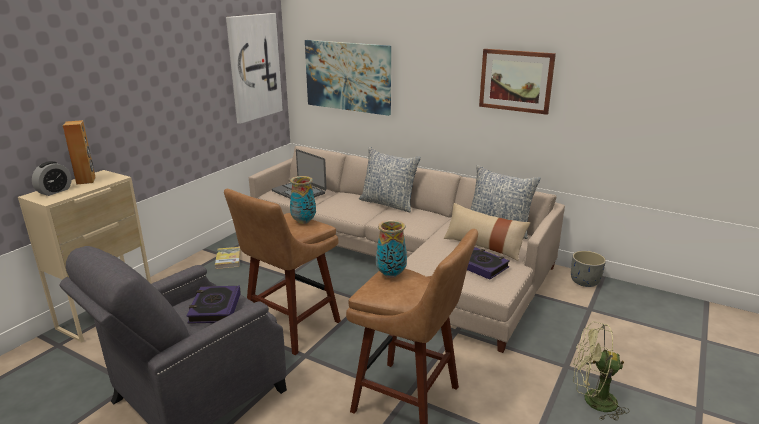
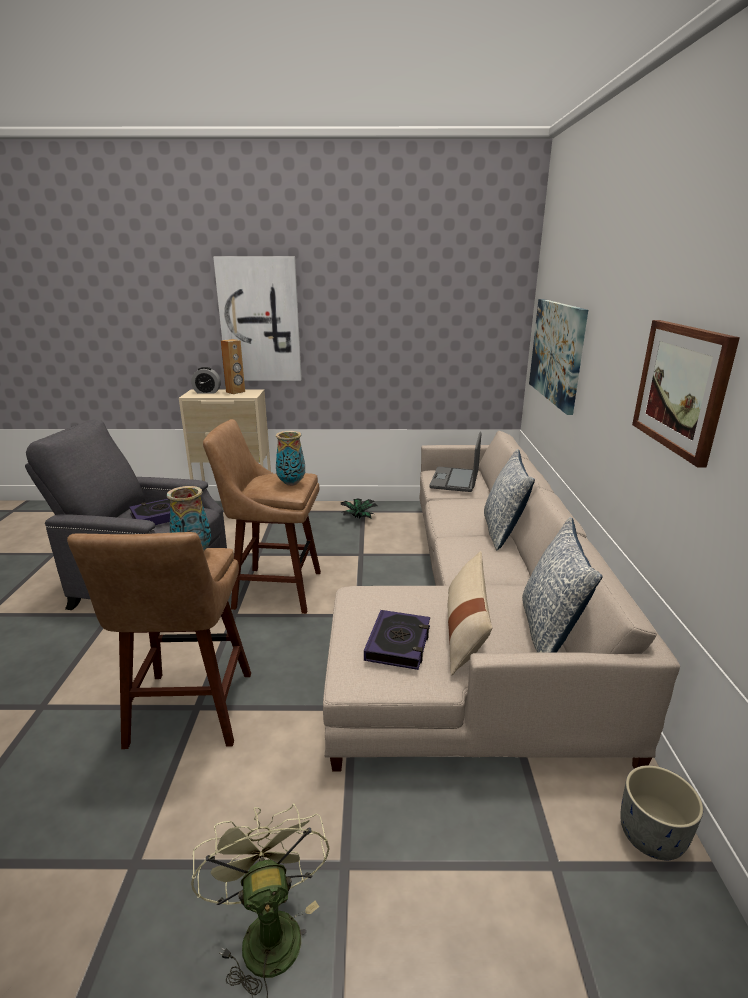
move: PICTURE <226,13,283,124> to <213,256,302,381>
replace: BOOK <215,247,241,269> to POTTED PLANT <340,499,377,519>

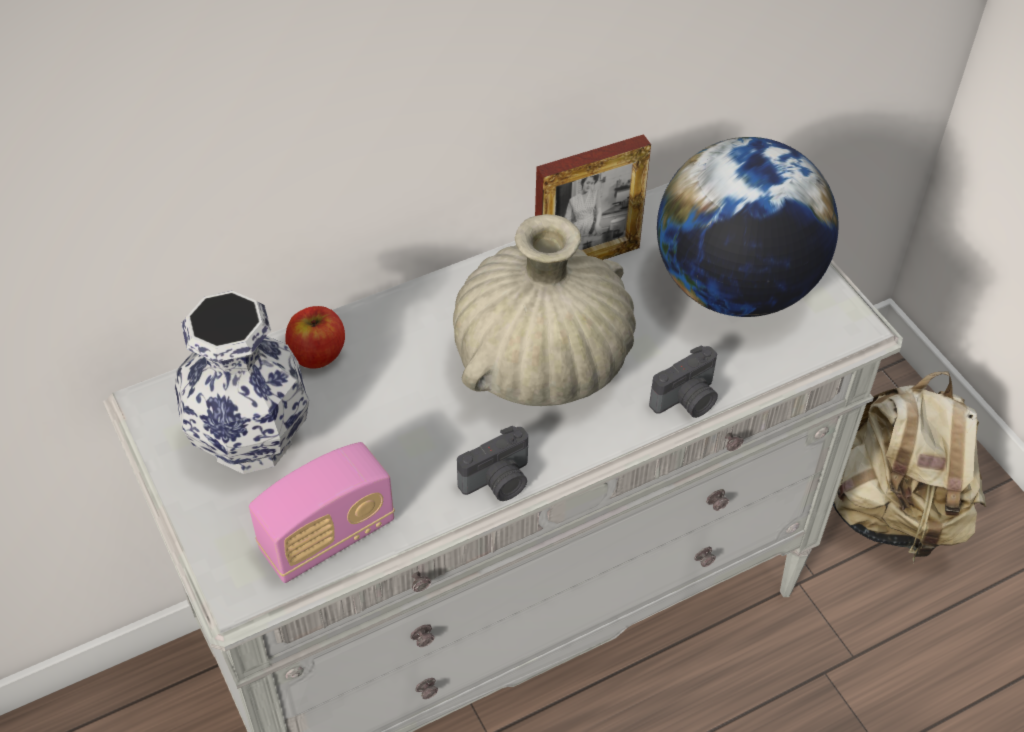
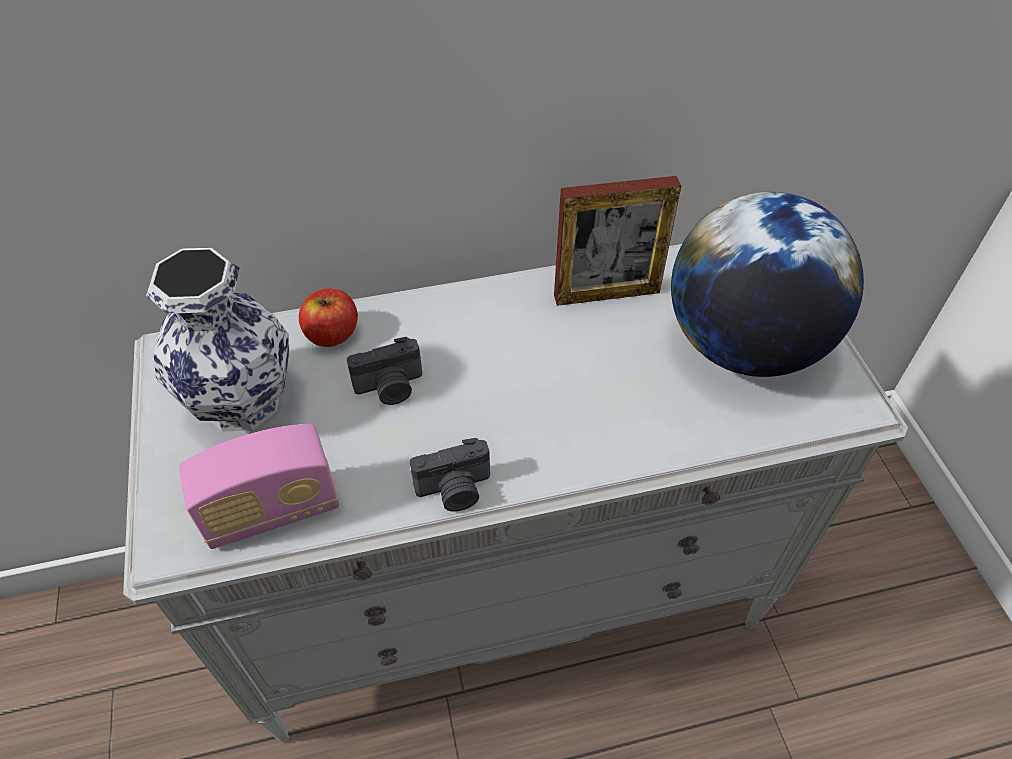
delete: BEIGE VASE <453,214,636,406>; BEIGE BACKPACK <833,371,986,564>
move: PHOTO CAMERA <649,345,718,418> to <347,337,422,405>

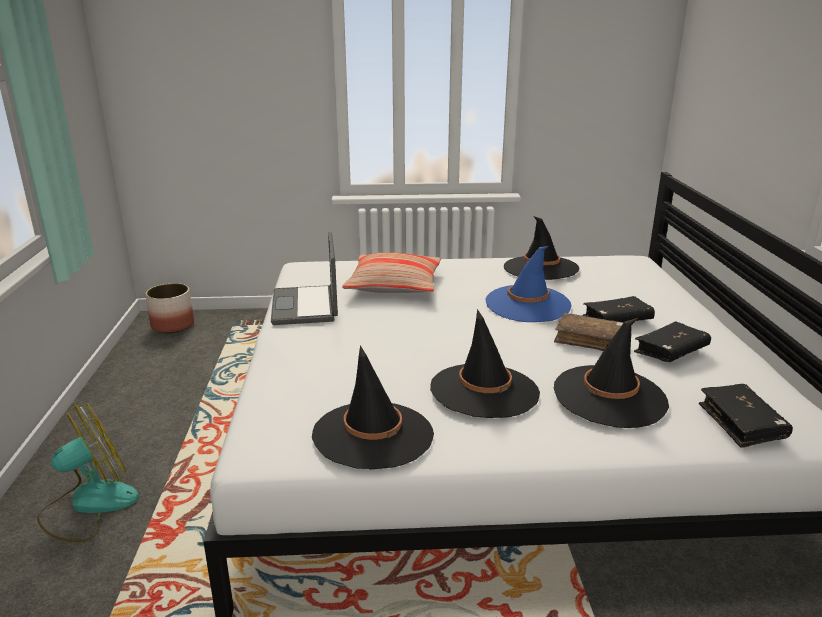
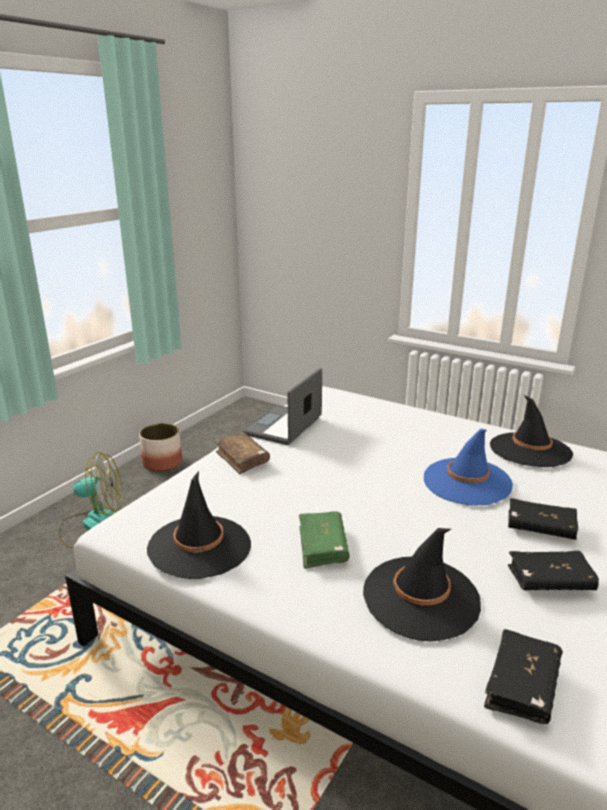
delete: PILLOW <342,252,441,293>
move: PLANTER <145,283,194,333> to <139,423,182,472>; BROWN BOOK <554,313,624,351> to <215,432,270,474>
replace: BLACK HAT <430,309,540,418> to GREEN BOOK <299,511,350,569>

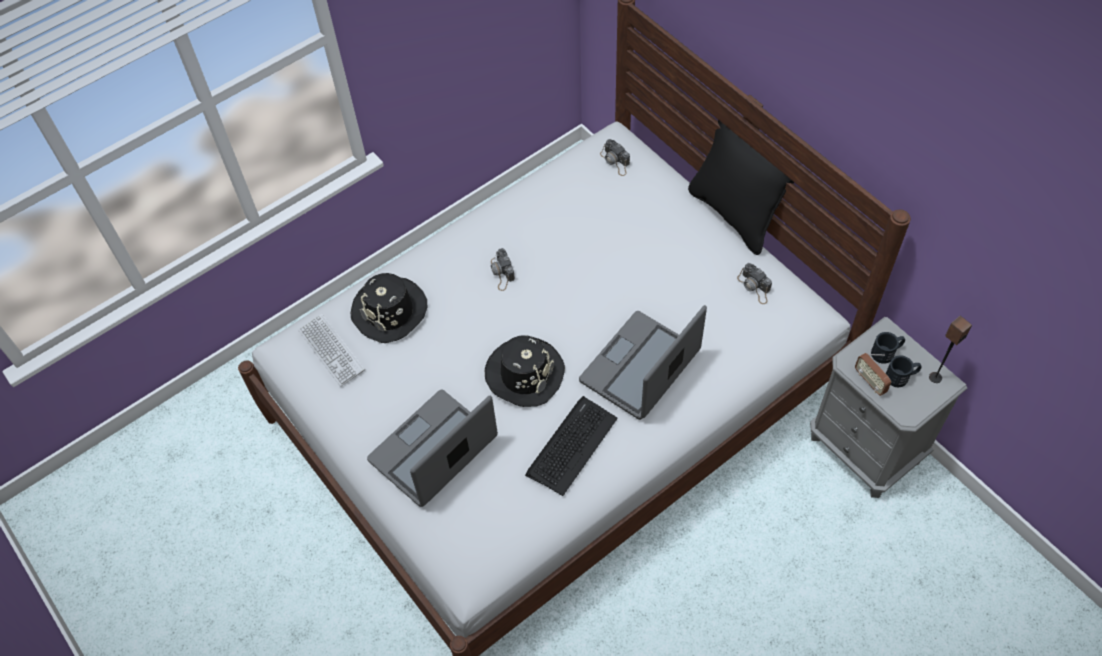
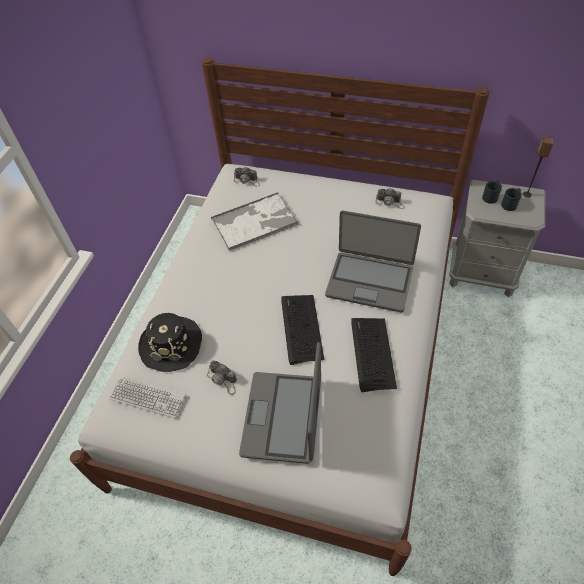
delete: BLACK PILLOW <688,120,794,255>; RADIO <855,353,891,396>
insert: TRAY <211,192,299,251>
move: PHOTO CAMERA <491,248,515,291> to <207,360,237,395>
replace: BLACK HAT <485,335,565,407> to KEYBOARD <281,295,324,365>
rotate: LAPTOP <579,305,707,420> = <325,210,421,312> 75 degrees counterclockwise

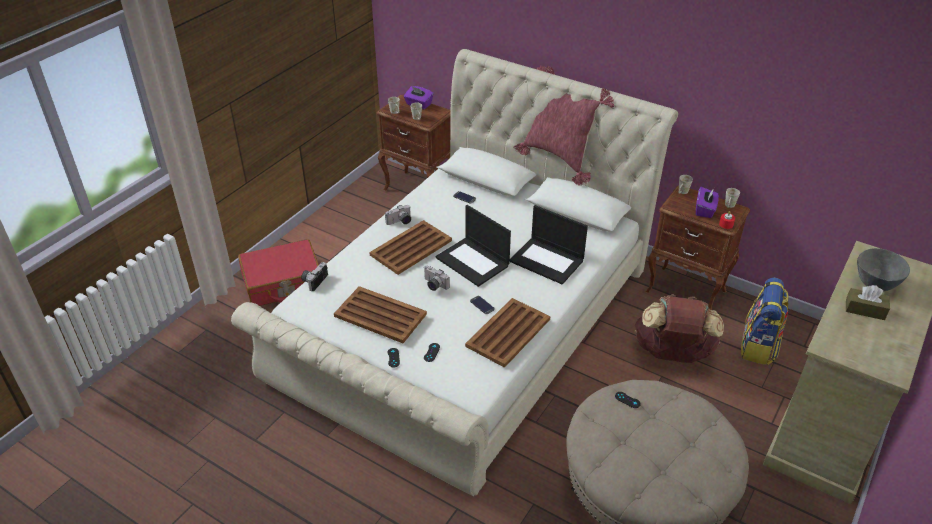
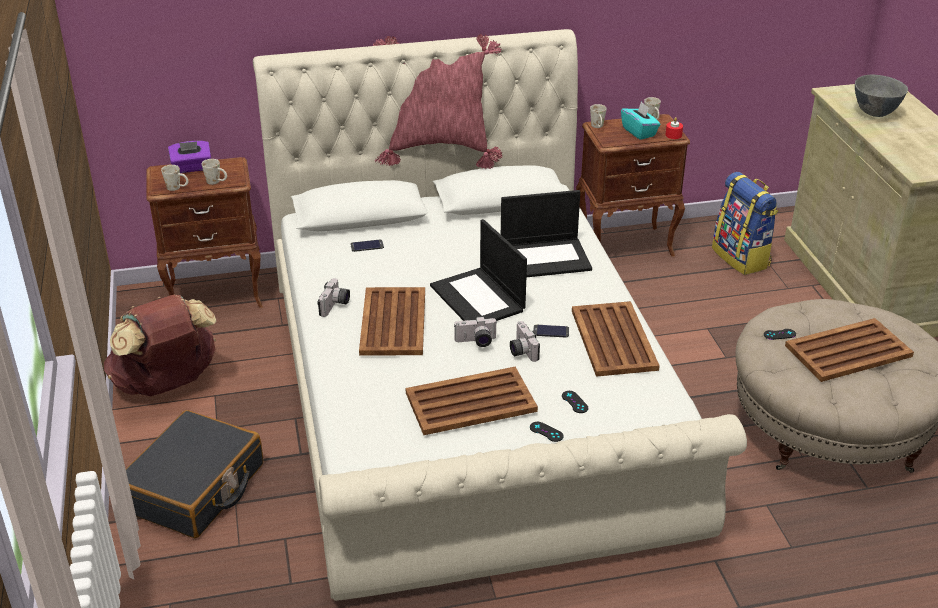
delete: BROWN TISSUE BOX <846,285,890,320>
insert: BROWN TRAY <785,318,914,382>
move: BROWN BACKPACK <634,294,724,363> to <104,295,217,396>; PHOTO CAMERA <301,262,328,291> to <510,321,540,362>
recolor: RED SUITCASE <238,239,319,306> to BLACK SUITCASE <126,410,263,538>; PURPLE TISSUE BOX <696,187,719,218> to TURQUOISE TISSUE BOX <621,102,660,140>
rotate: LAPTOP <436,205,511,287> = <430,219,527,321> 60 degrees clockwise

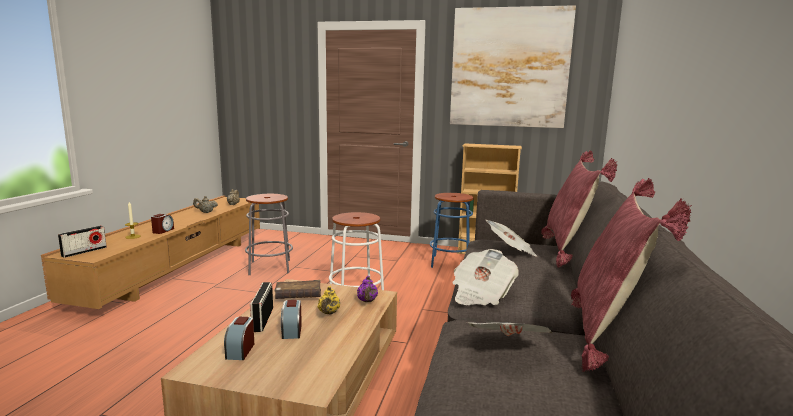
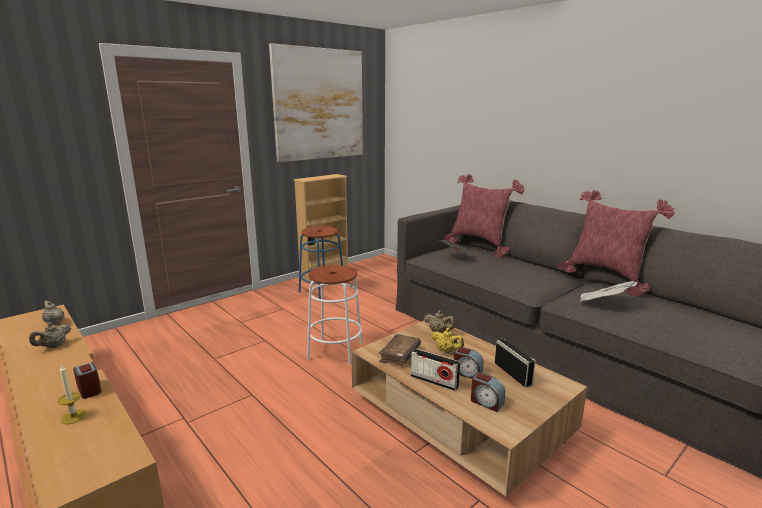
delete: GREY STOOL <245,194,293,275>; NEWSPAPER <452,249,519,305>
move: RADIO <58,226,107,258> to <495,339,536,387>
recolor: PURPLE TEAPOT <357,276,378,302> to BEIGE TEAPOT <424,310,455,333>

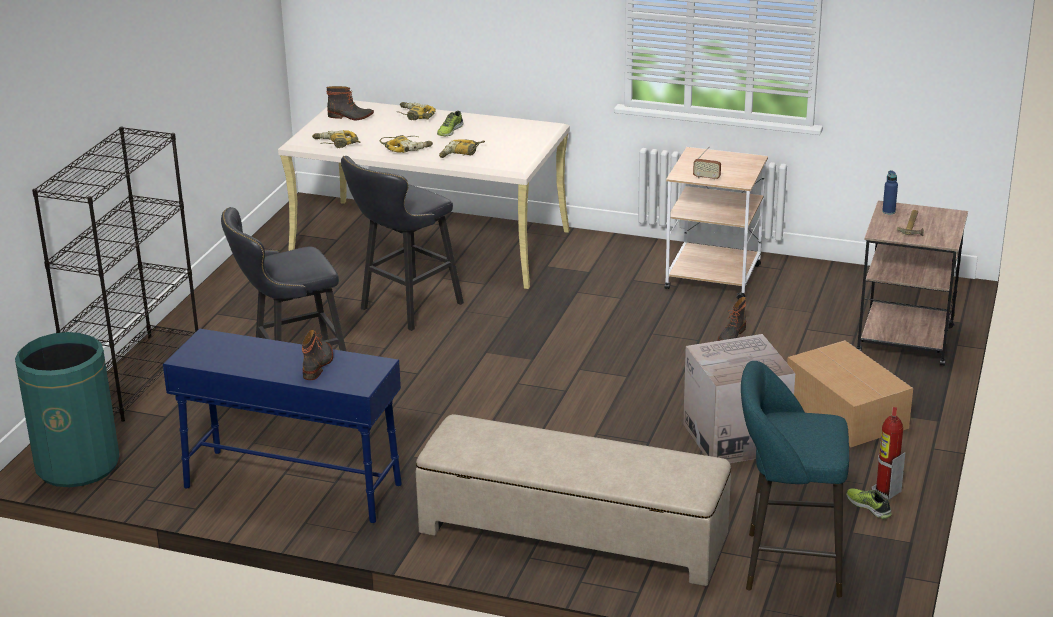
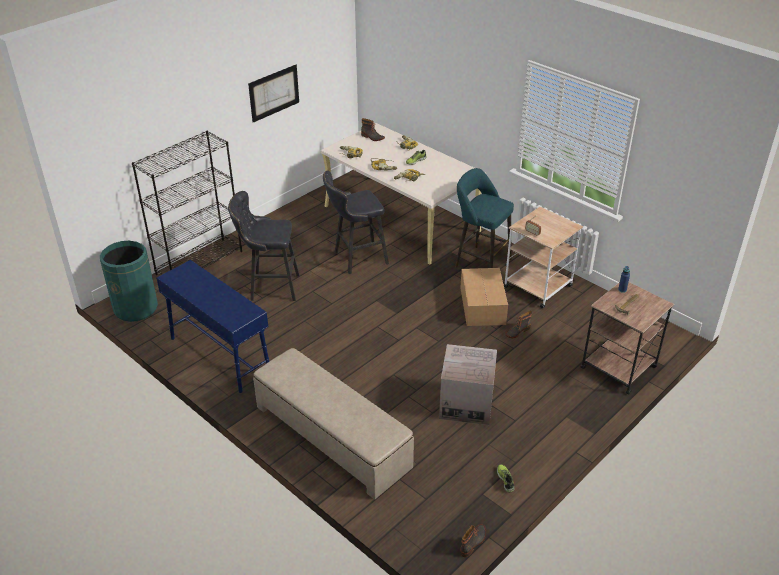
delete: FIRE EXTINGUISHER <872,407,906,500>
insert: PICTURE <248,65,299,123>
move: TURQUOISE STOOL <741,361,849,598> to <455,168,514,268>; CARDBOARD BOX <787,340,913,447> to <460,268,508,326>; BOOT <302,330,333,380> to <460,524,486,557>

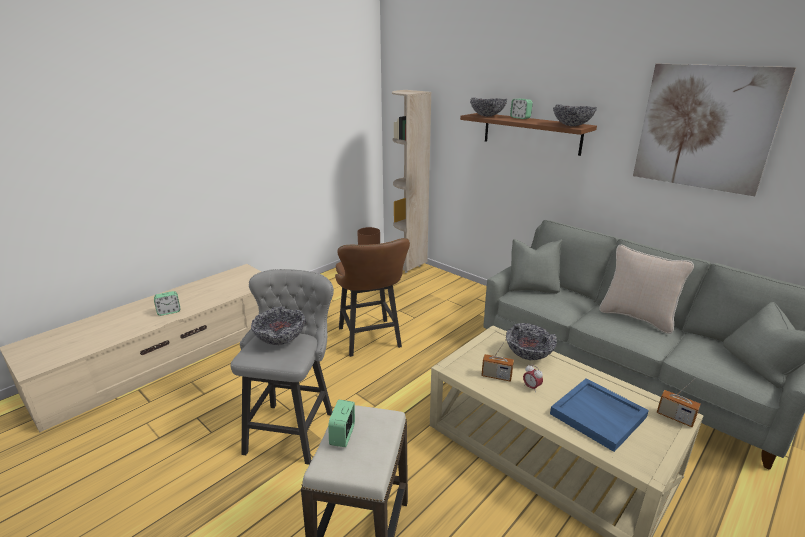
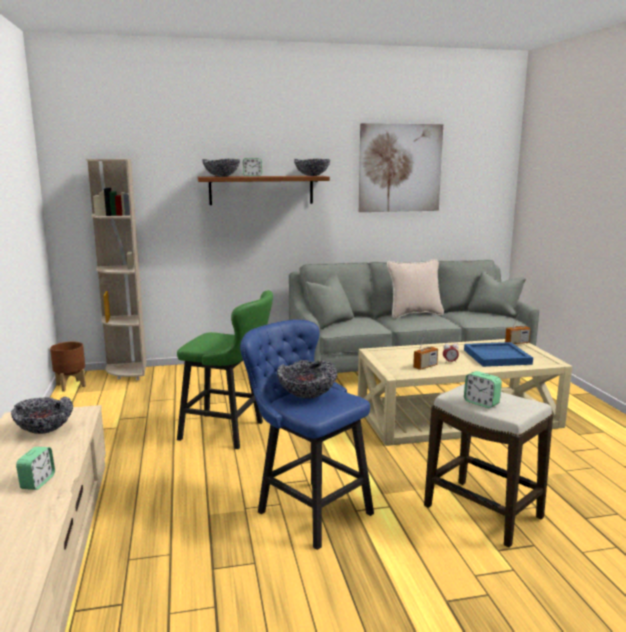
move: BOWL <506,323,557,360> to <11,396,73,434>
recolor: BROWN STOOL <335,238,410,357> to GREEN STOOL <177,290,273,449>; GREY STOOL <230,269,334,465> to BLUE STOOL <240,320,374,550>

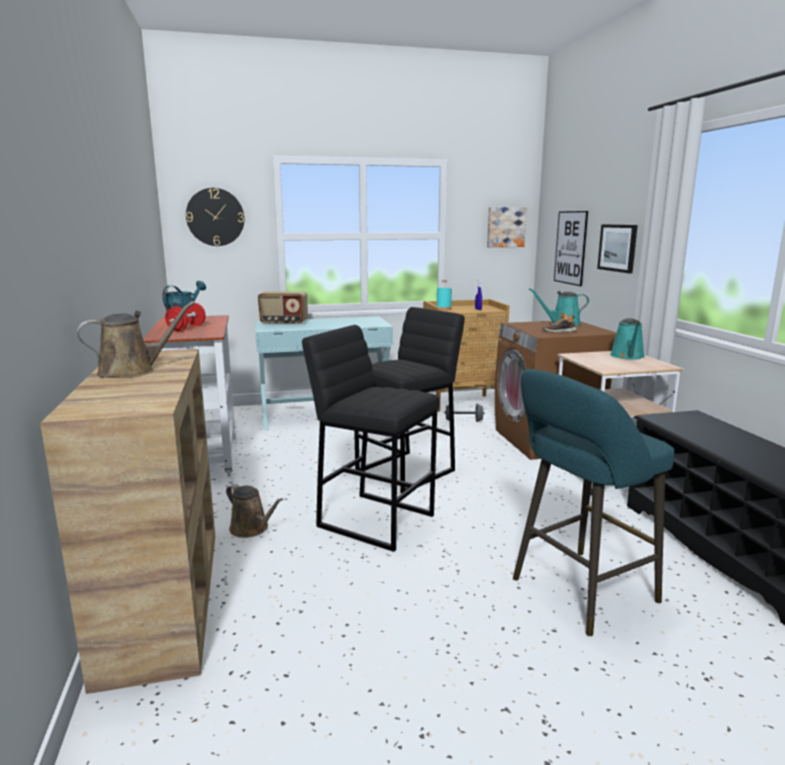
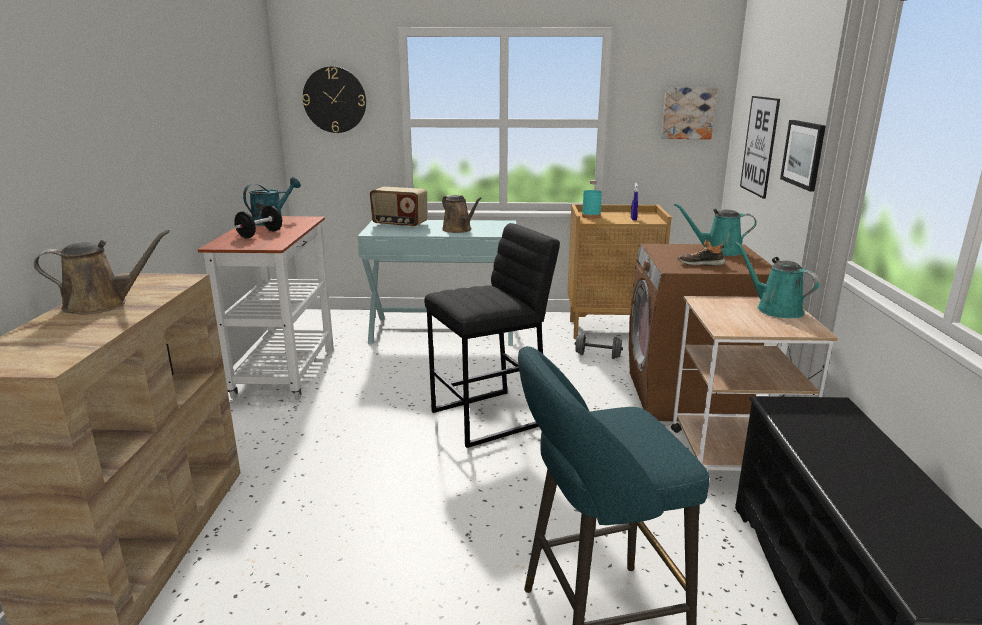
delete: BLACK STOOL <302,325,440,552>
move: BROWN WATERING CAN <226,484,284,538> to <442,195,482,233>
recolor: RED DUMBBELL <165,303,206,331> to BLACK DUMBBELL <234,205,282,238>
rotate: TURQUOISE WATERING CAN <610,318,645,360> = <735,242,820,318> 120 degrees clockwise

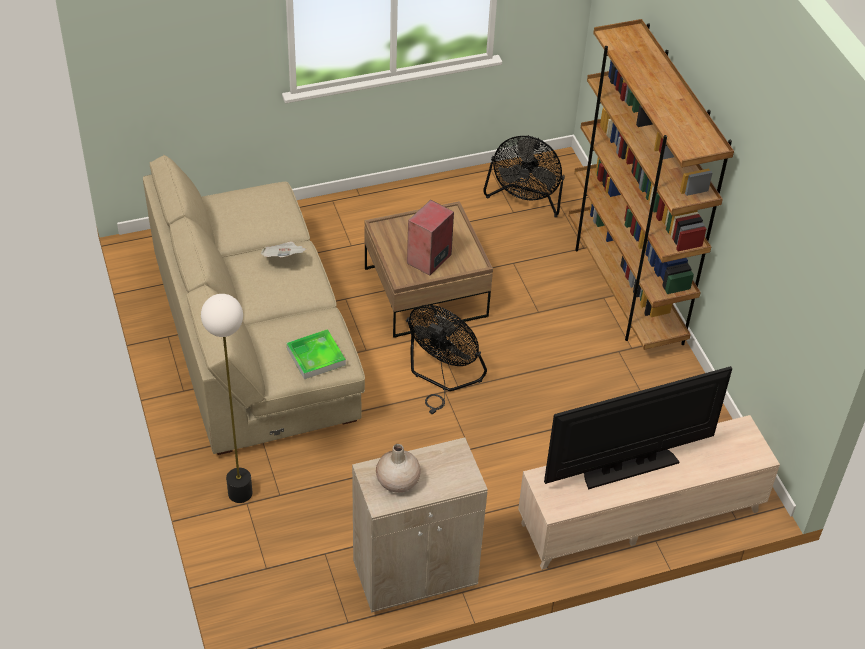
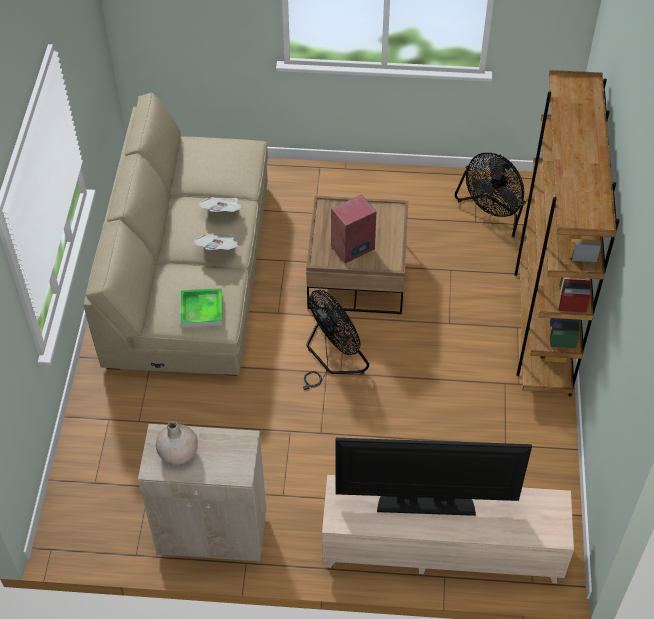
delete: FLOOR LAMP <201,294,253,503>
insert: NEWSPAPER <194,233,238,250>

